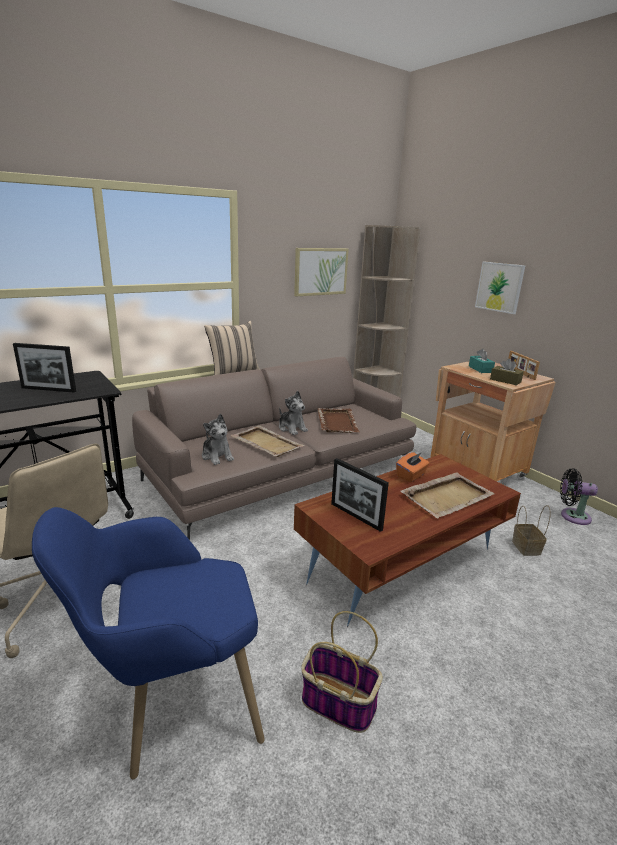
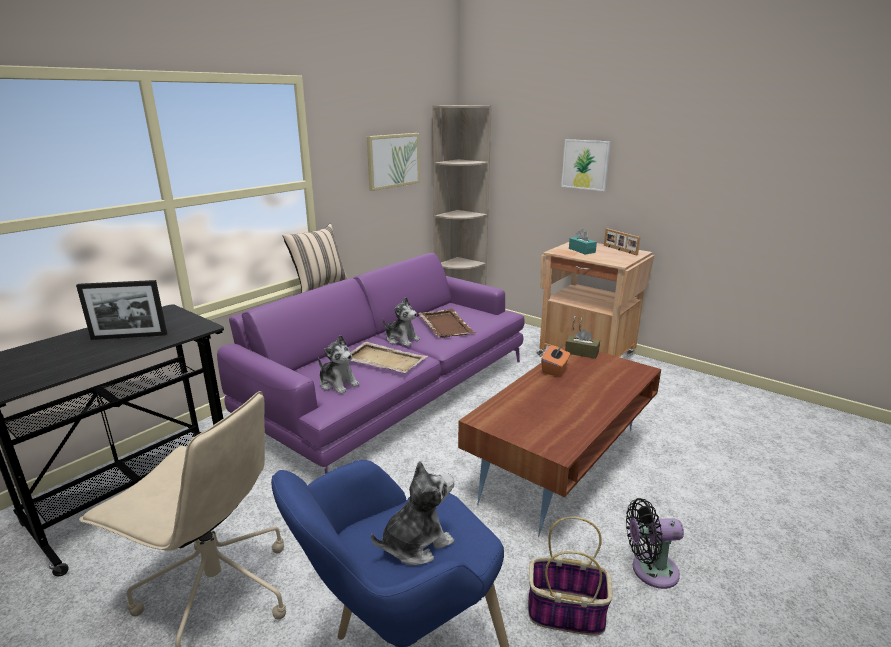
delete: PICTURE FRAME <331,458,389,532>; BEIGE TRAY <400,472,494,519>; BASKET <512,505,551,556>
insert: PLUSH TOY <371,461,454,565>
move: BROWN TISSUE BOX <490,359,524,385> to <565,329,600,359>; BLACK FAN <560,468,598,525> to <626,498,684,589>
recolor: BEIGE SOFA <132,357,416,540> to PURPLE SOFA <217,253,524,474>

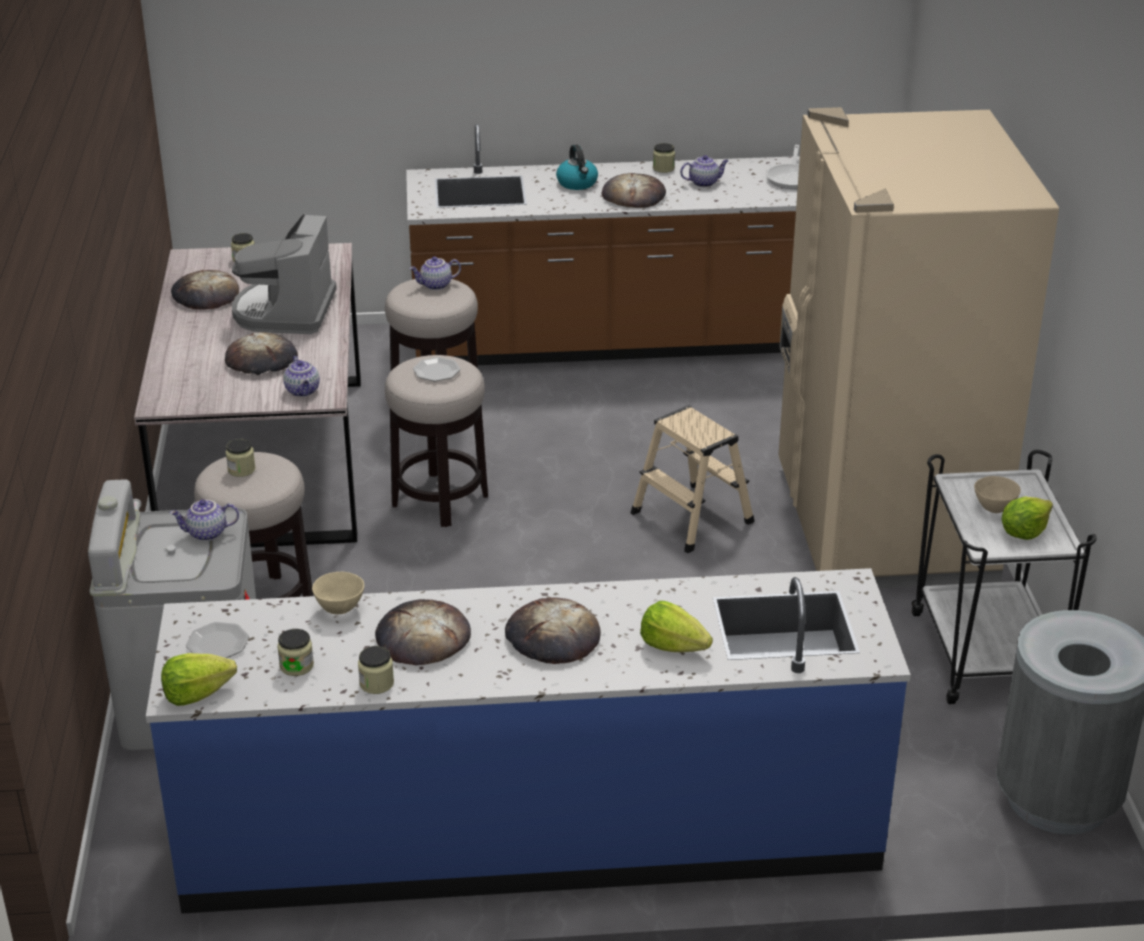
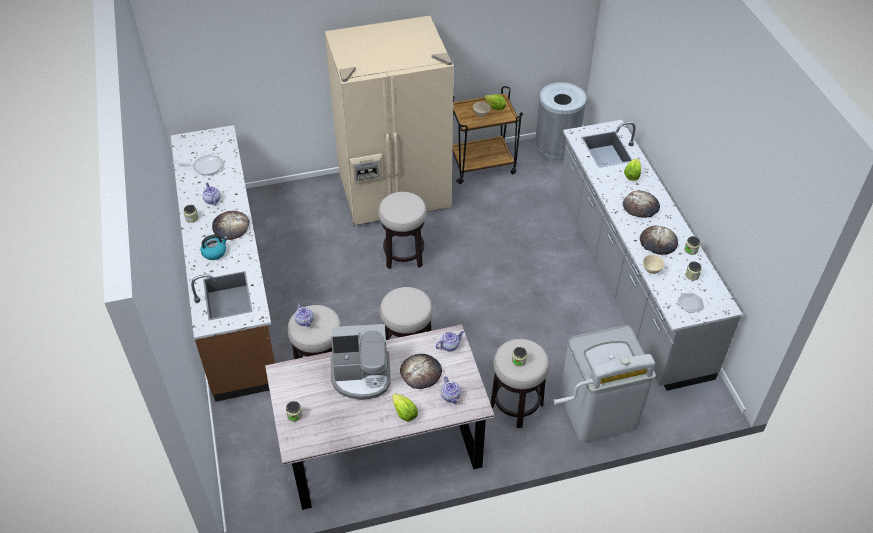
delete: BREAD <171,270,239,310>; PLATE <413,357,460,381>
move: LETTUCE <161,653,237,706> to <392,394,418,421>; TEAPOT <170,499,239,541> to <441,376,461,404>
replace: BEIGE STEP LADDER <630,405,755,553> to STOOL <378,192,427,269>
recolor: WHITE CART <912,450,1097,704> to BROWN CART <452,86,523,184>; BLUE COUNTER <146,568,911,914> to GREY COUNTER <560,120,743,391>

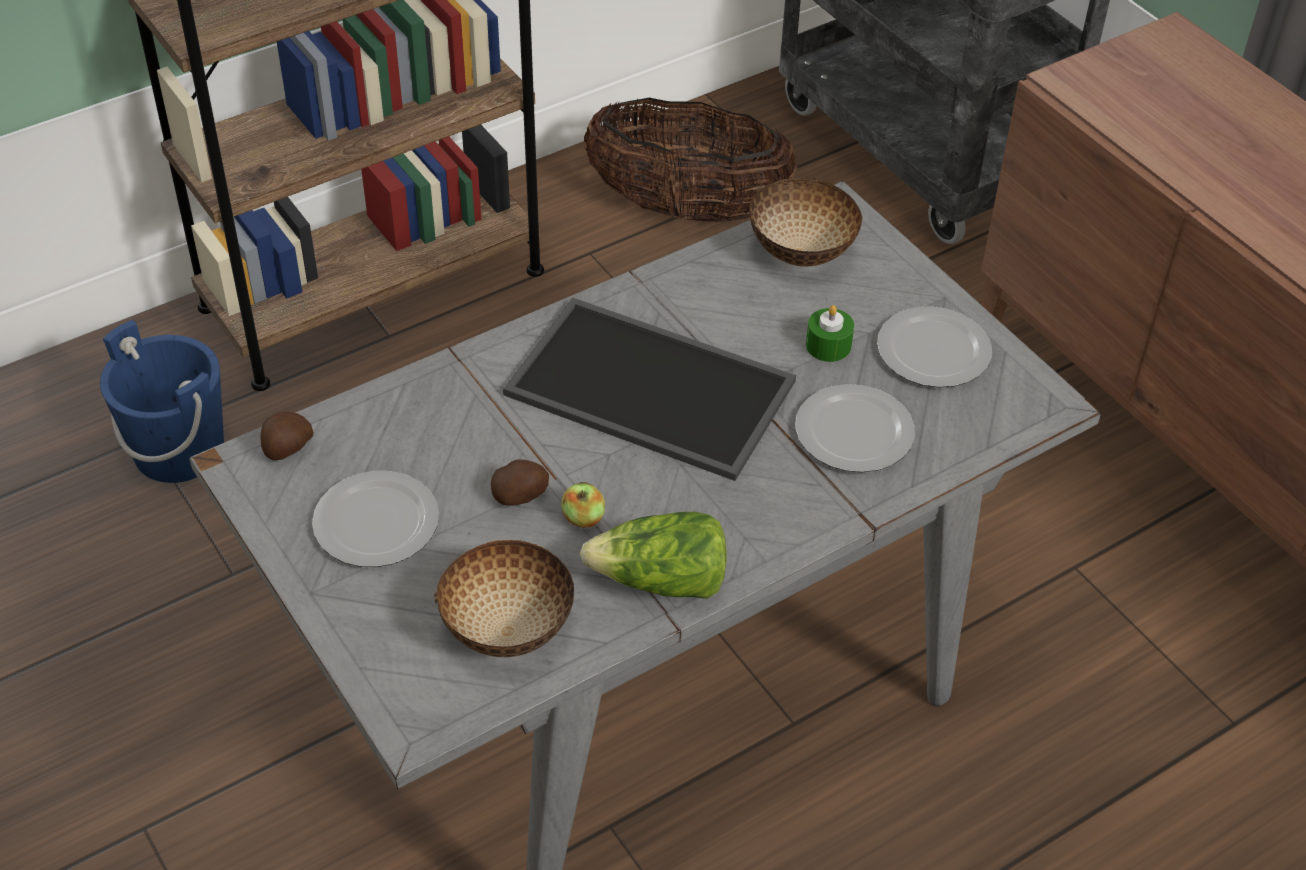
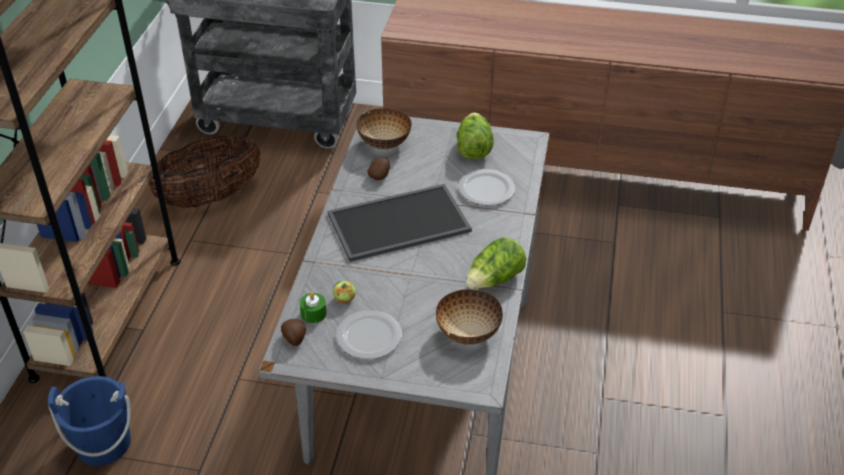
move: GREEN CANDLE <806,305,854,362> to <300,292,327,323>; APPLE <561,482,605,527> to <333,281,356,303>; POTATO <491,459,549,506> to <367,157,390,180>
replace: PLATE <877,306,992,387> to LETTUCE <457,112,494,160>

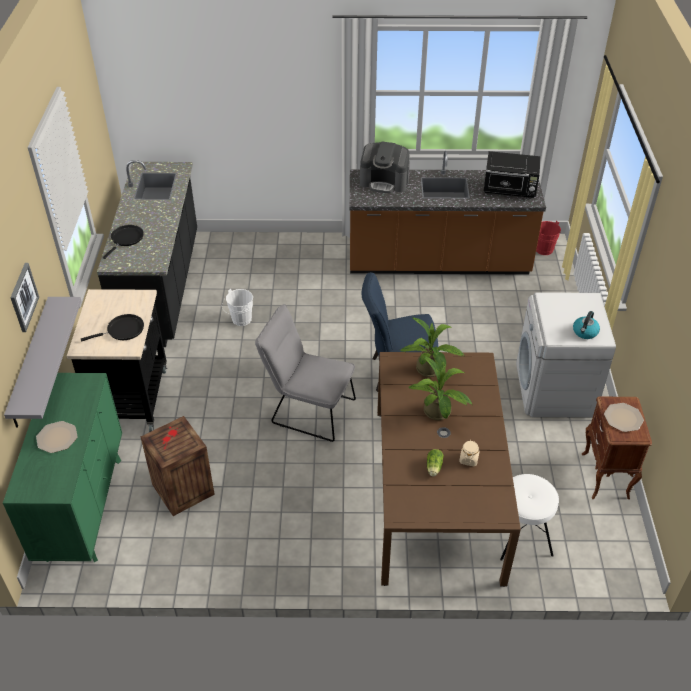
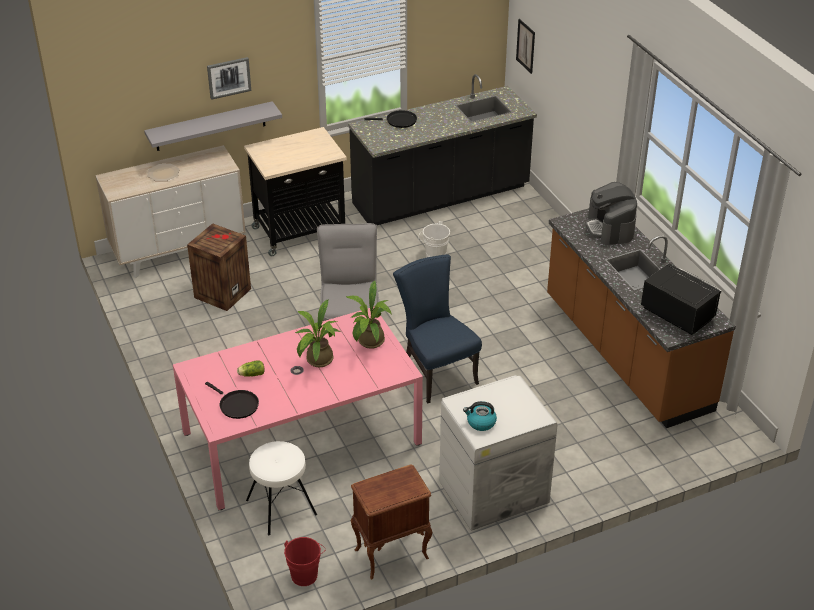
delete: BEIGE JAR <459,440,480,466>; PLATE <604,403,644,432>
insert: PICTURE <516,19,535,74>
move: BLACK FRYING PAN <81,314,144,341> to <205,382,259,419>; RED BUCKET <536,221,561,255> to <284,537,326,586>
recolor: GREEN DRESSER <3,373,122,562> to WHITE DRESSER <95,145,246,278>; BROWN DINING TABLE <377,352,521,587> to PINK DINING TABLE <173,307,423,510>
rotate: BLACK MICROWAVE <483,151,541,198> = <641,264,721,335> 150 degrees clockwise

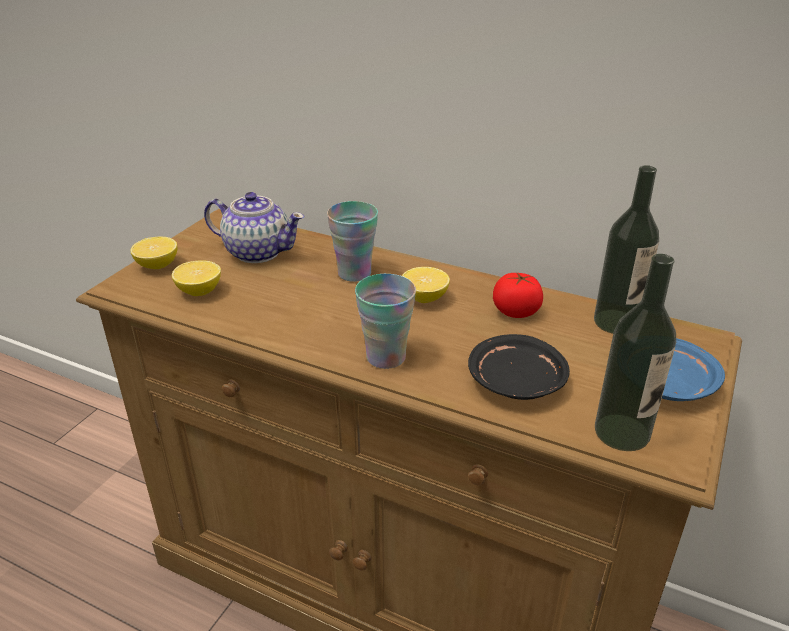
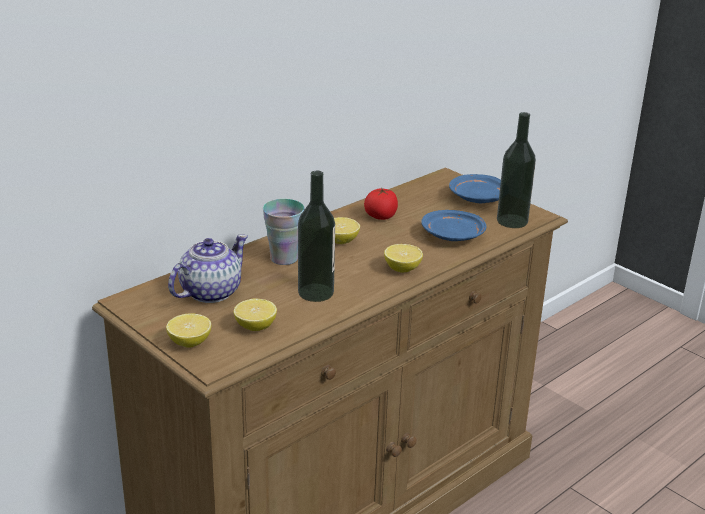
move: BOTTLE <594,165,659,334> to <298,171,335,302>
replace: CUP <355,274,416,369> to LEMON <384,244,423,273>
recolor: BLACK PLATE <468,334,570,400> to BLUE PLATE <421,210,486,241>

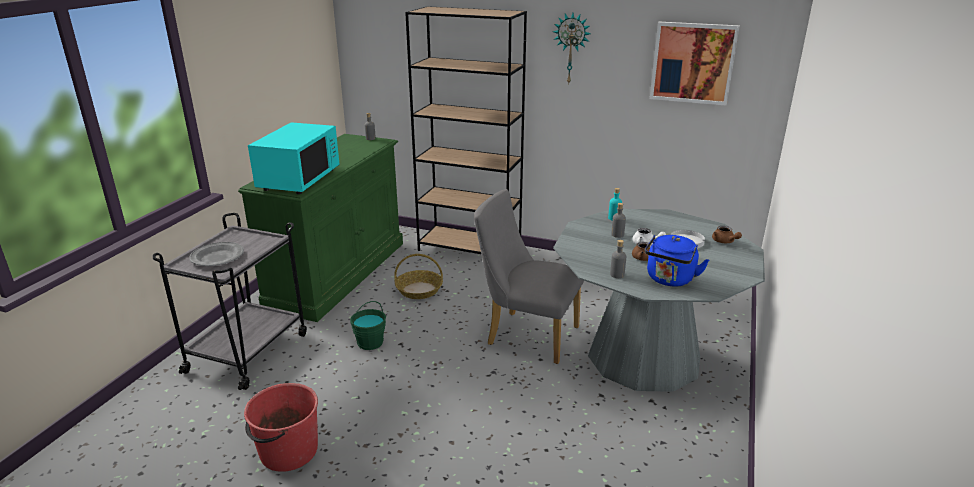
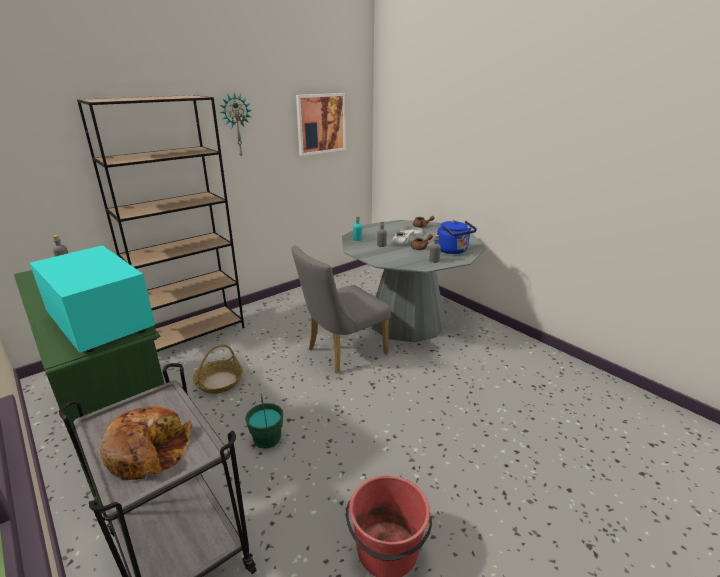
replace: GREY PLATE <189,242,244,266> to BREAD <100,406,192,480>

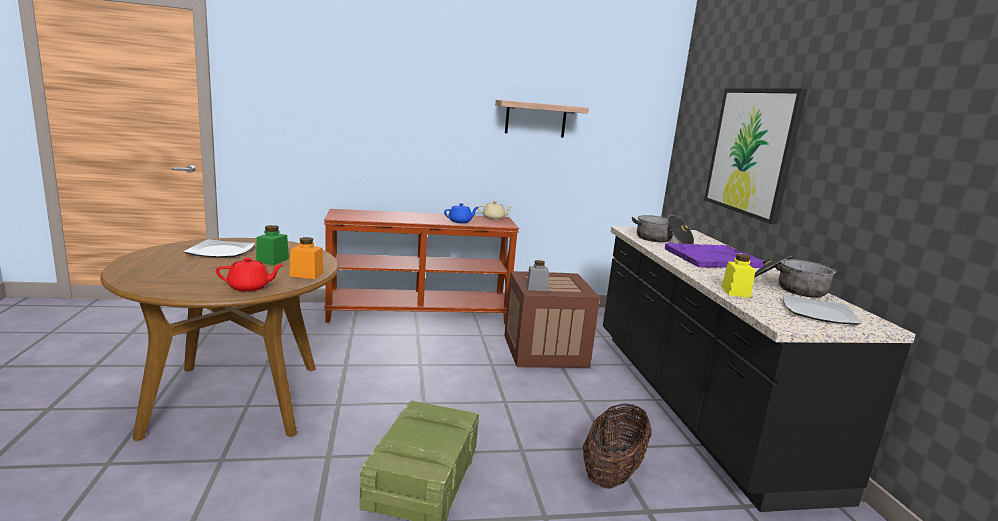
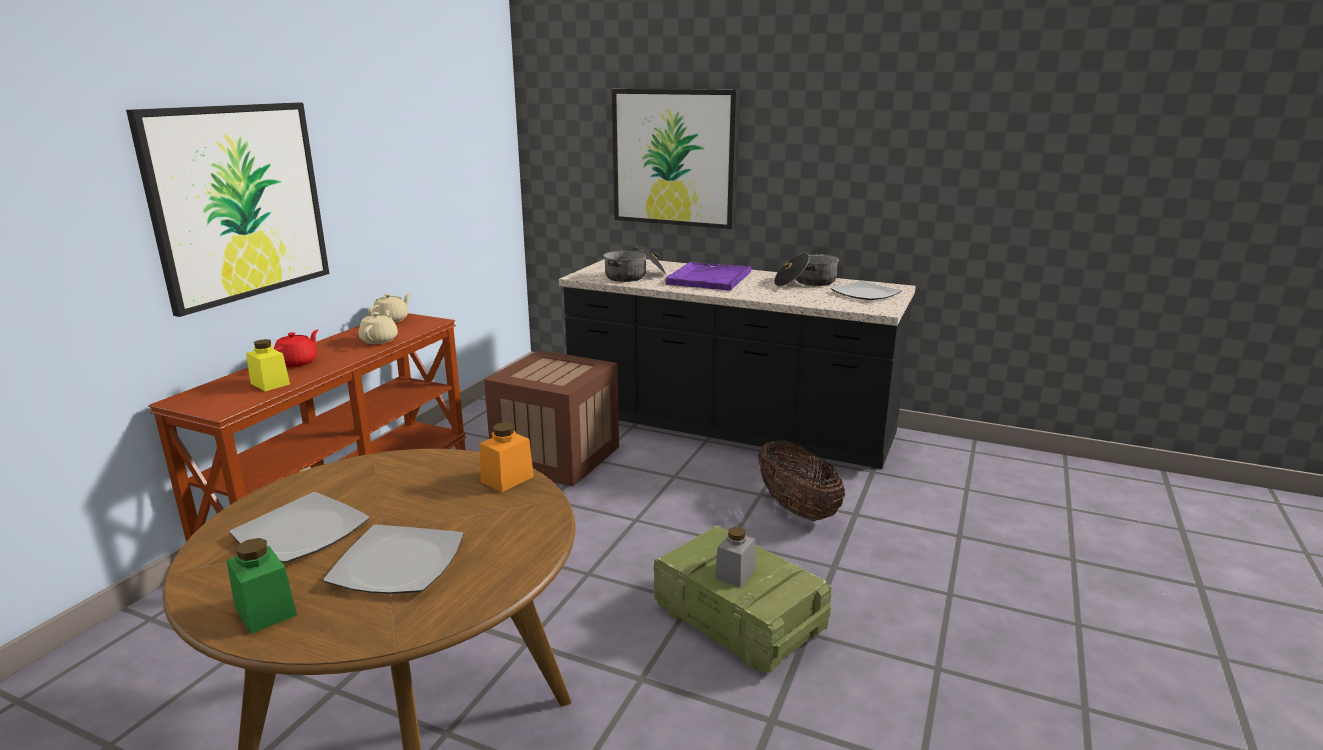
delete: SHELF <495,100,589,138>
insert: PICTURE <126,103,329,317>; PLATE <323,525,464,594>
move: GREEN JAR <256,225,289,265> to <226,538,297,634>; YELLOW JAR <722,254,755,298> to <246,339,290,391>; RED TEAPOT <216,257,283,292> to <274,330,318,367>; GREY JAR <527,260,549,291> to <715,527,755,587>
recolor: BLUE TEAPOT <444,203,479,223> to BEIGE TEAPOT <359,310,398,344>

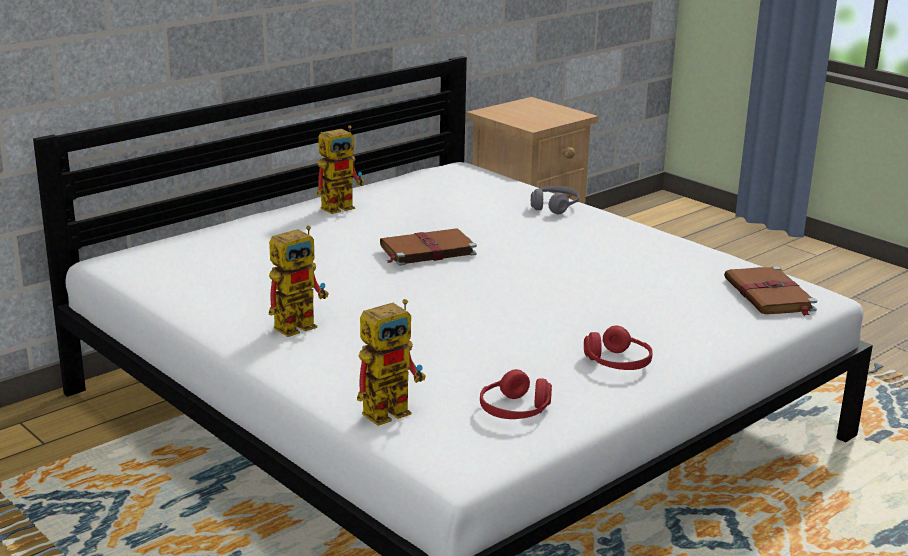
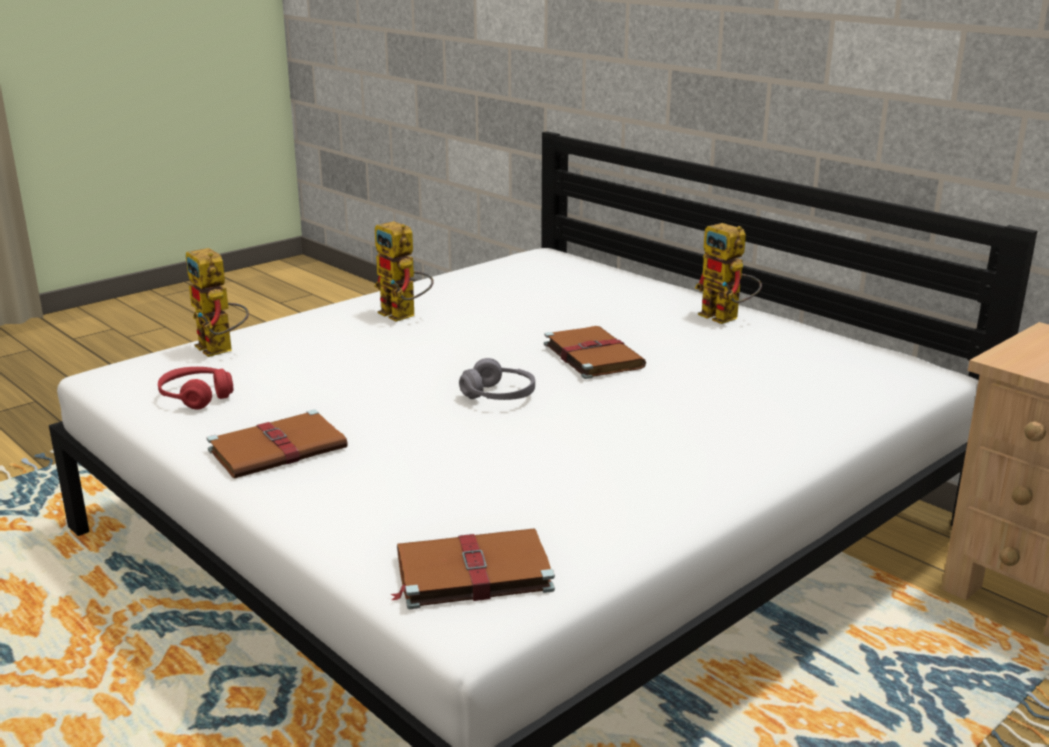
move: GREY HEADPHONES <531,186,579,214> to <459,358,535,400>
replace: RED HEADPHONES <584,326,653,370> to BROWN BOOK <207,410,348,479>

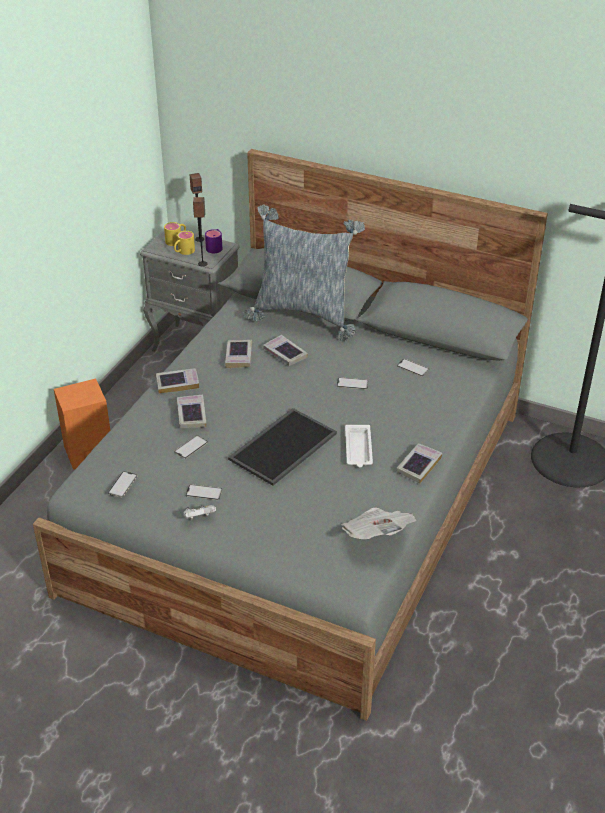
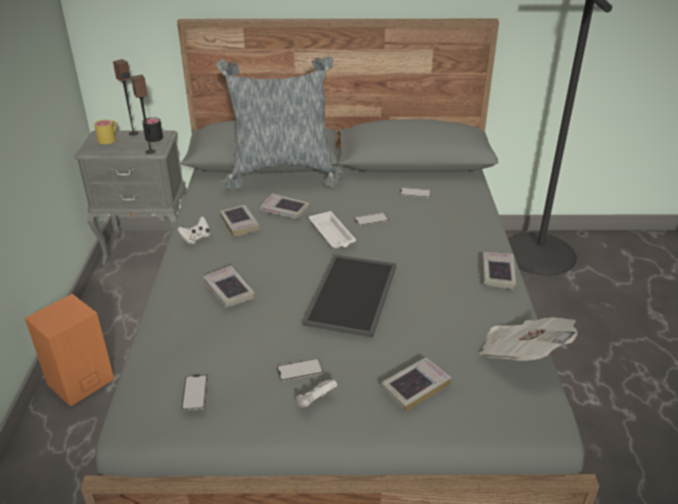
delete: YELLOW MUG <174,231,195,255>; PHONE <174,435,208,459>
insert: WHITE GAME CONTROLLER <177,216,210,245>
move: WHITE TRAY <345,425,373,467> to <309,211,356,248>; BOOK <156,368,199,394> to <381,357,451,412>
recolor: PURPLE MUG <205,229,222,253> to BLACK MUG <142,117,163,142>

